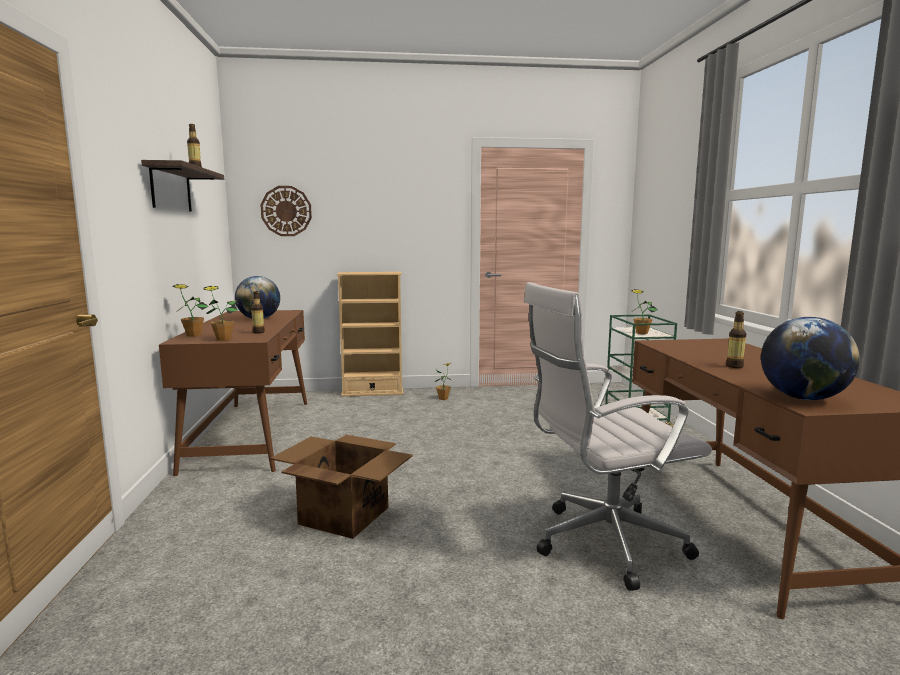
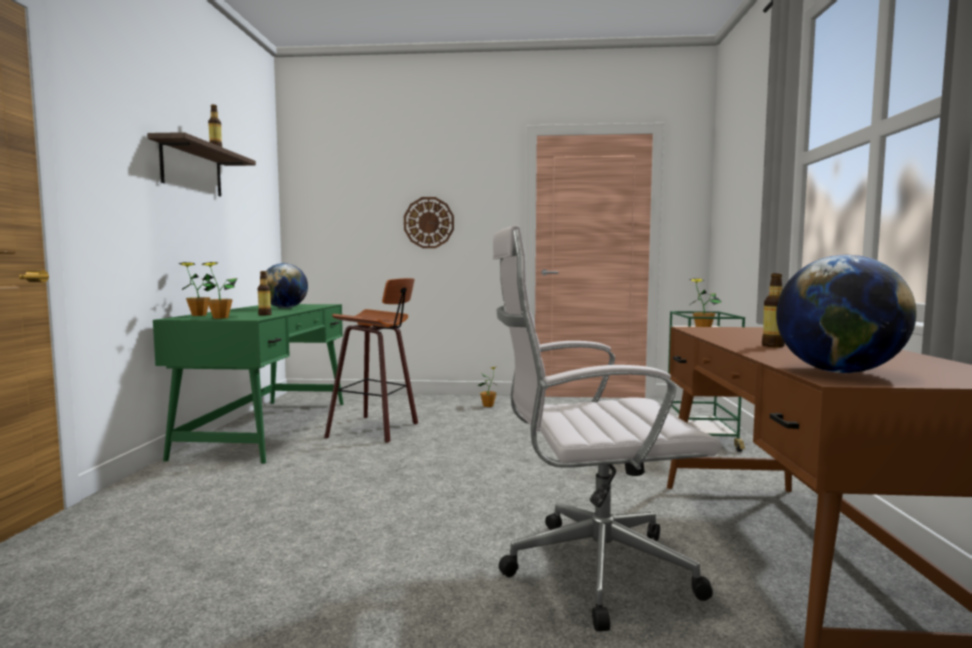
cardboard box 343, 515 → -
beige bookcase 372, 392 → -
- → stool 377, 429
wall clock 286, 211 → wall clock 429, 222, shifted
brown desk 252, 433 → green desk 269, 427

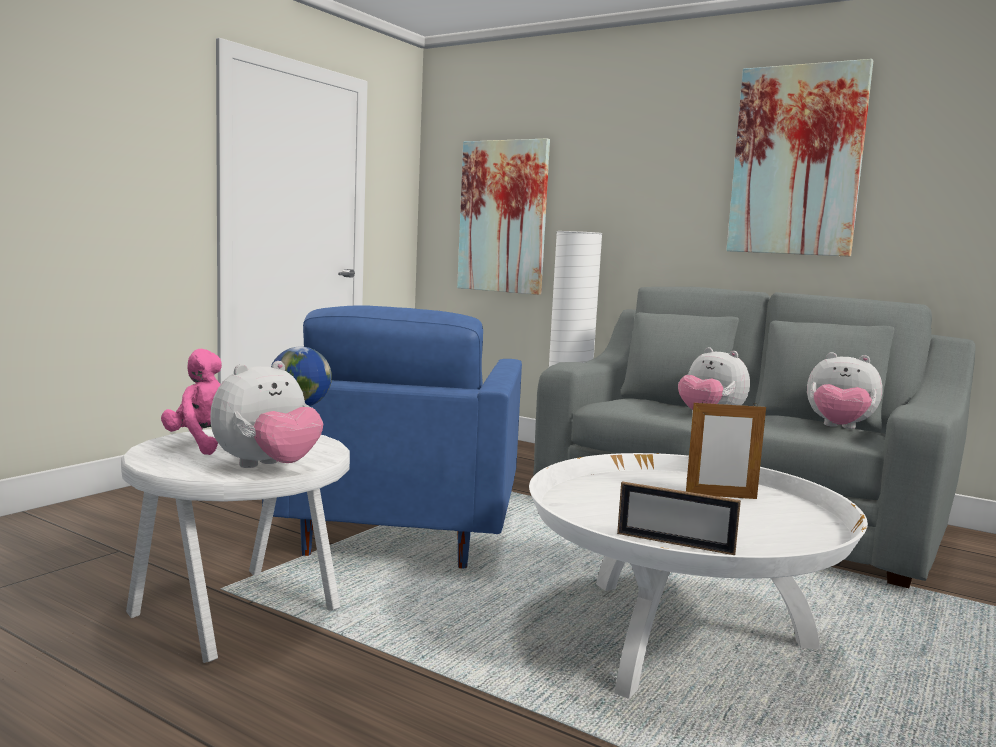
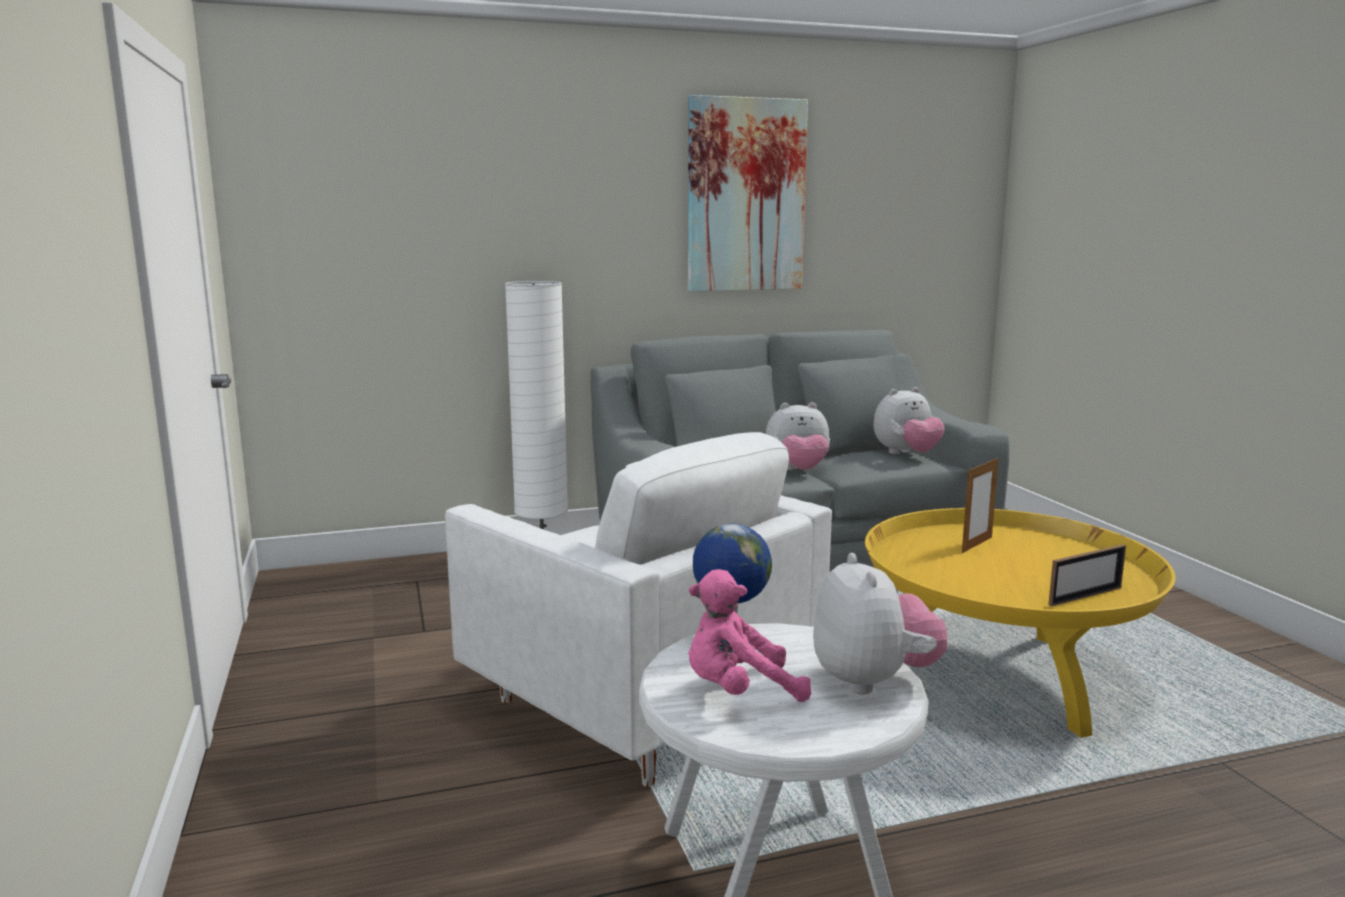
picture 503, 217 → -
blue armchair 402, 529 → white armchair 637, 704
white coffee table 678, 638 → yellow coffee table 1001, 676

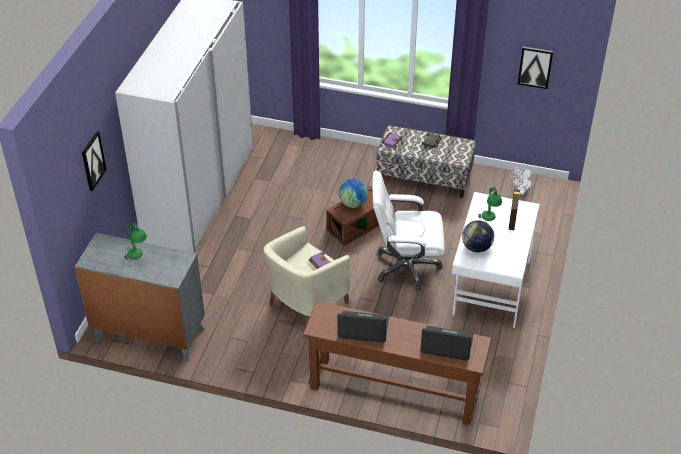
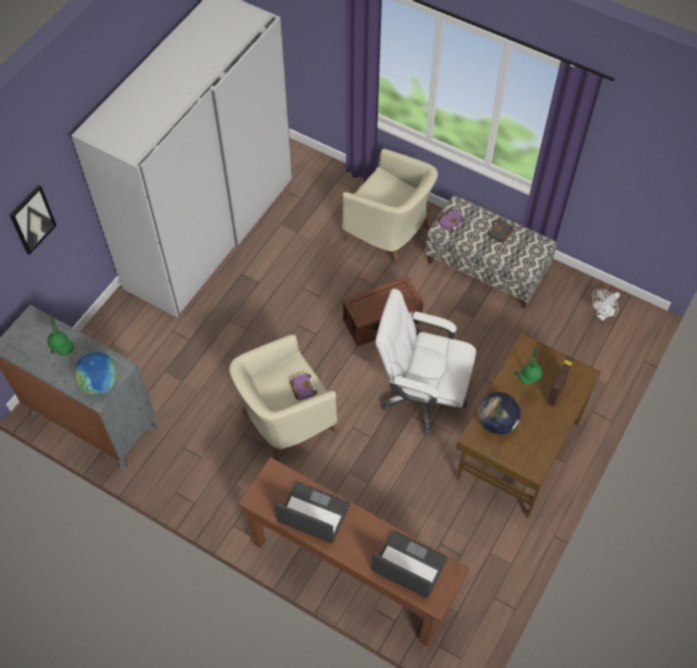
picture 535, 67 → -
- → beige armchair 389, 233
globe 353, 204 → globe 100, 383, shifted
white desk 490, 287 → brown desk 517, 450

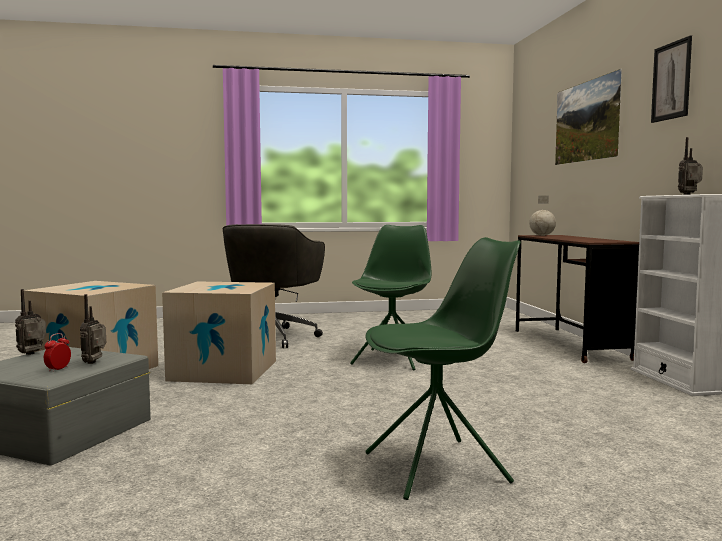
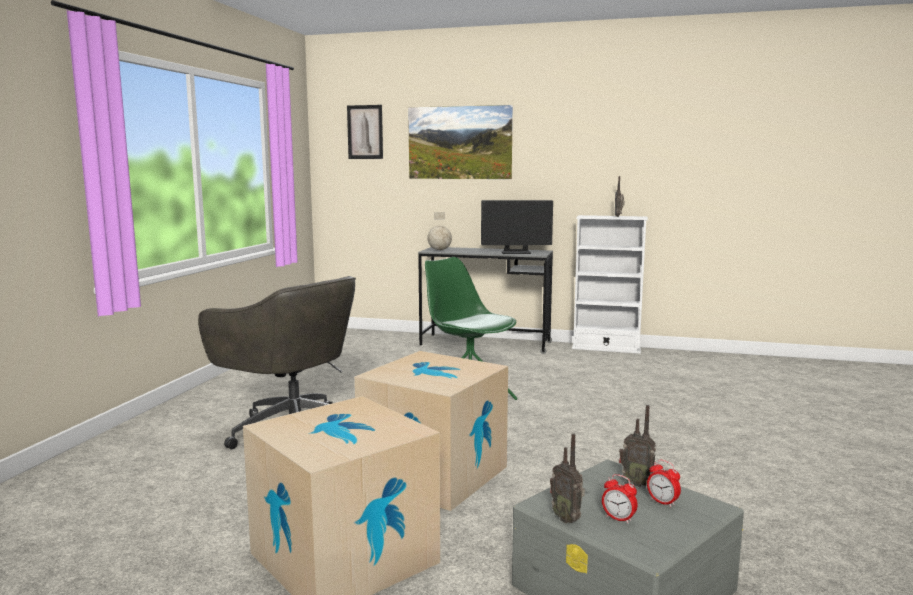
green chair 438, 467 → -
- → monitor 516, 252
- → alarm clock 618, 518
picture 671, 81 → picture 365, 132, shifted
brown desk 569, 344 → grey desk 485, 344

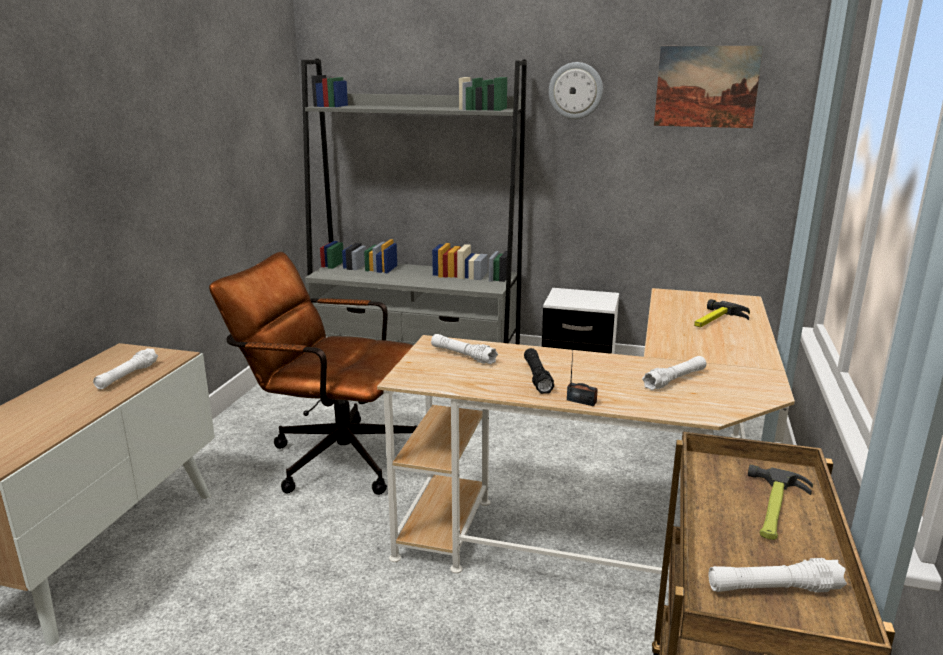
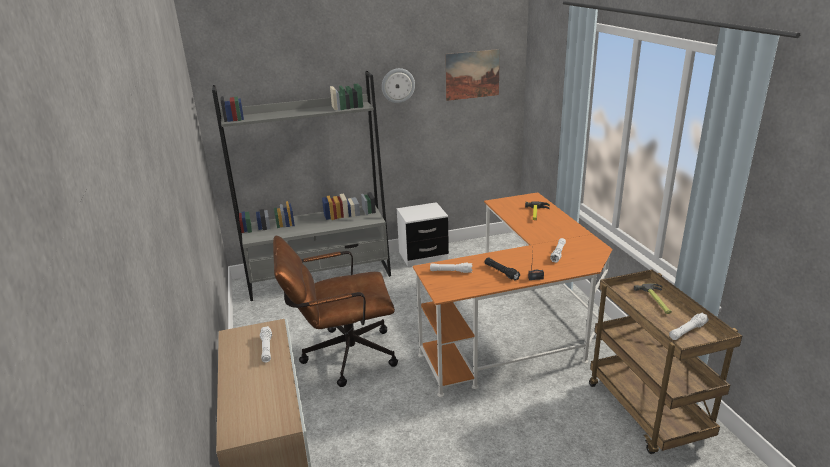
beige desk 620, 514 → orange desk 520, 329

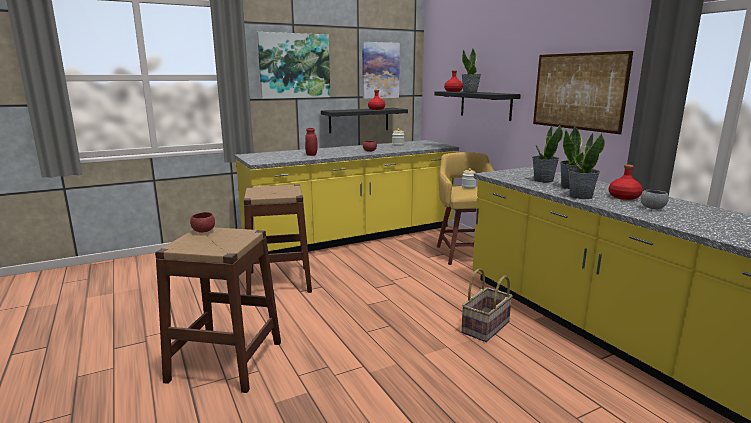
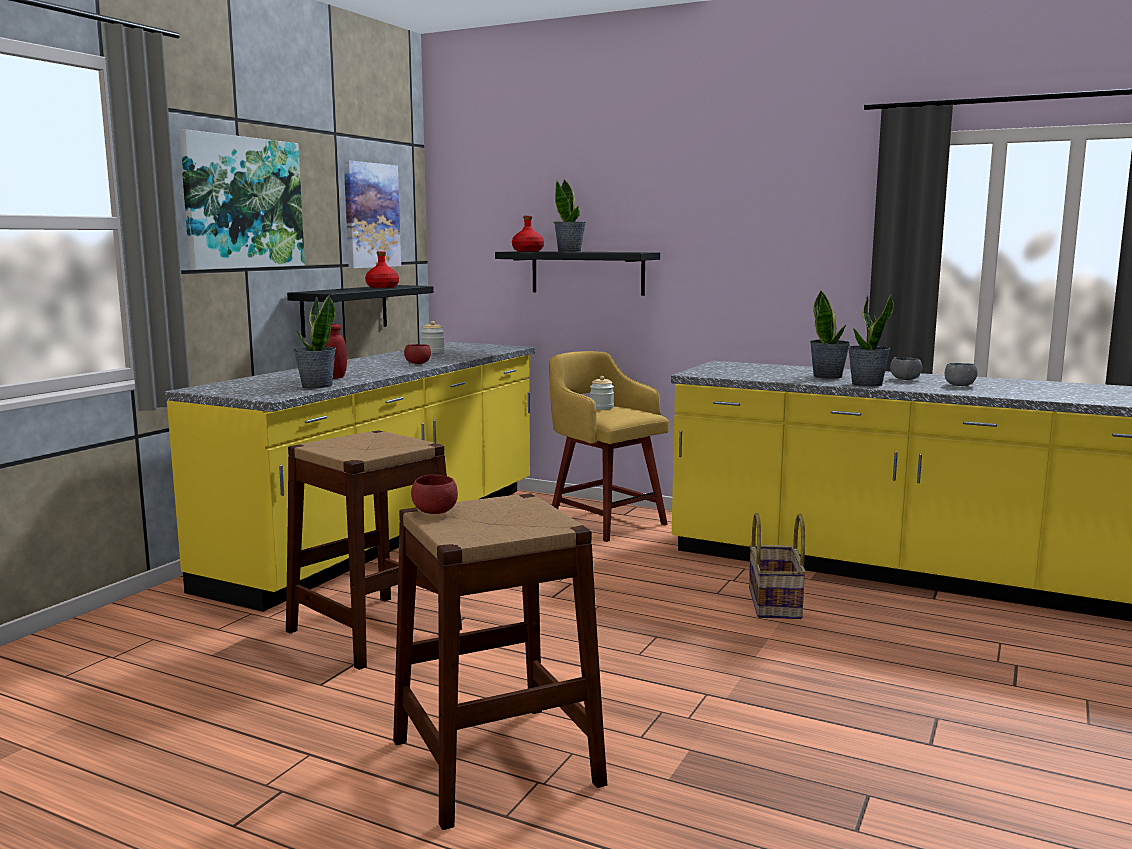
picture 578, 91 → -
potted plant 543, 180 → potted plant 316, 386, shifted
red bottle 623, 197 → grey bowl 905, 379

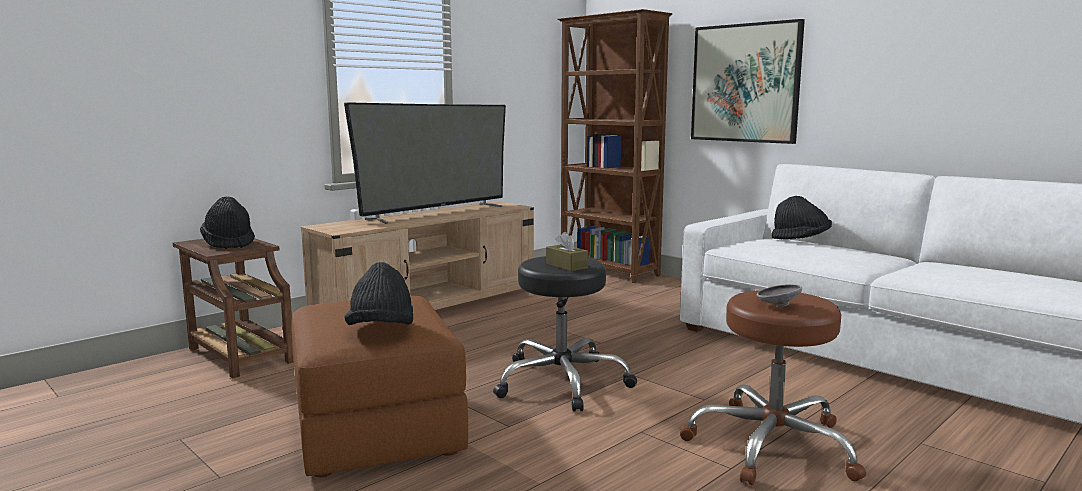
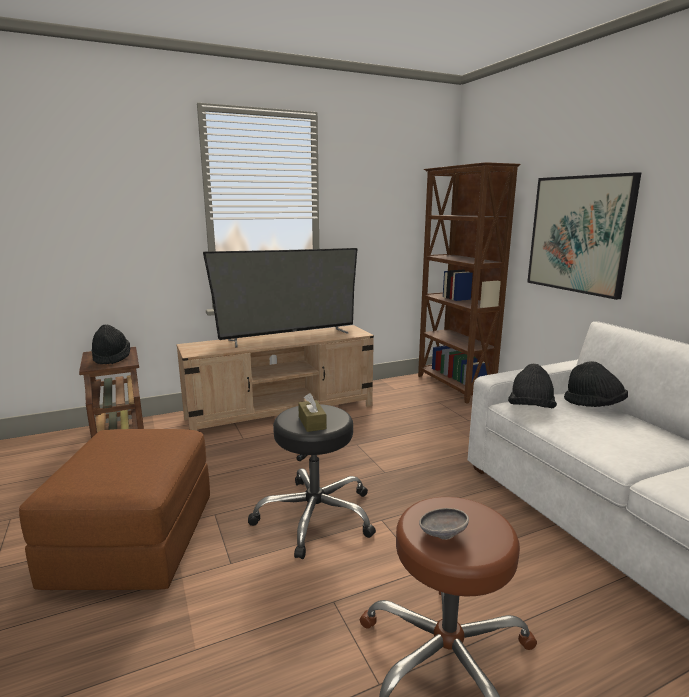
black hat 381, 331 → black hat 530, 409, shifted

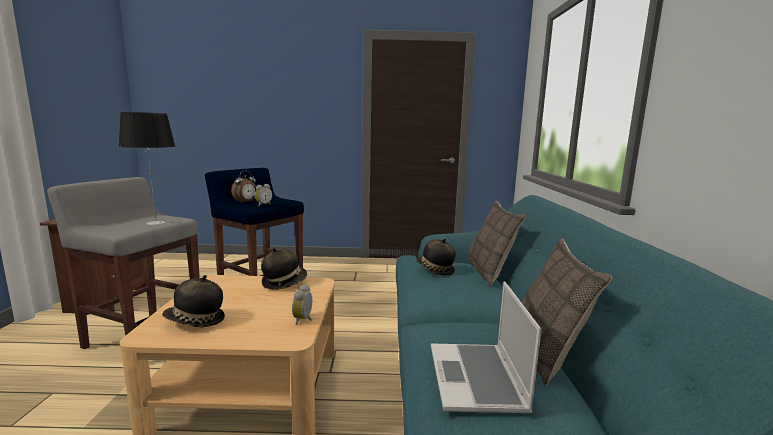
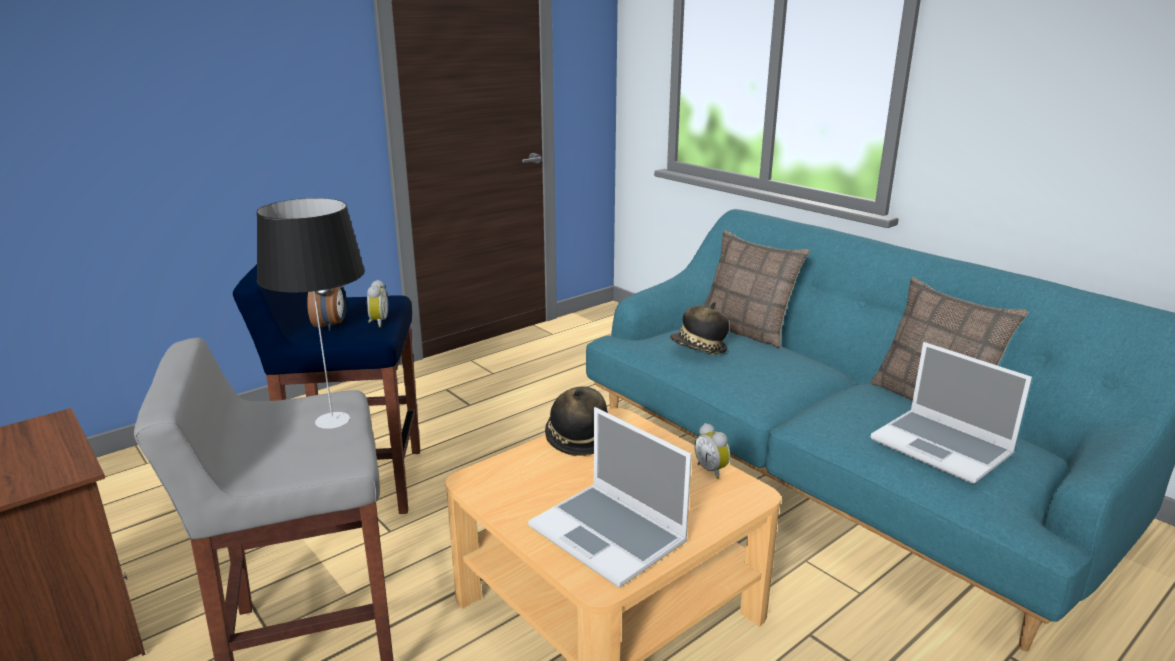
hat 195, 321 → laptop 610, 535

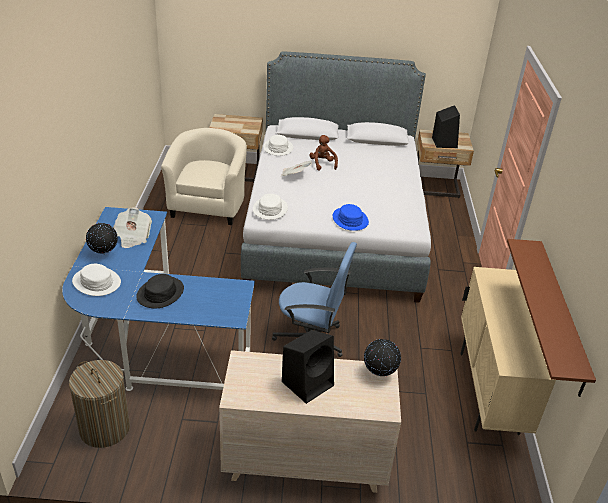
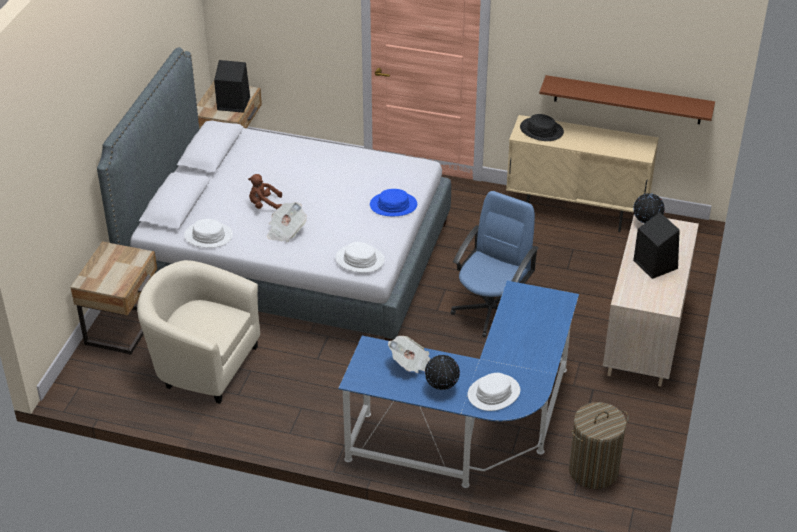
black hat 160, 293 → black hat 541, 130, shifted

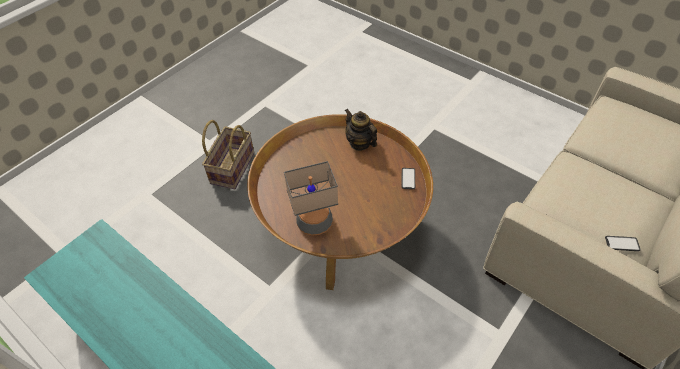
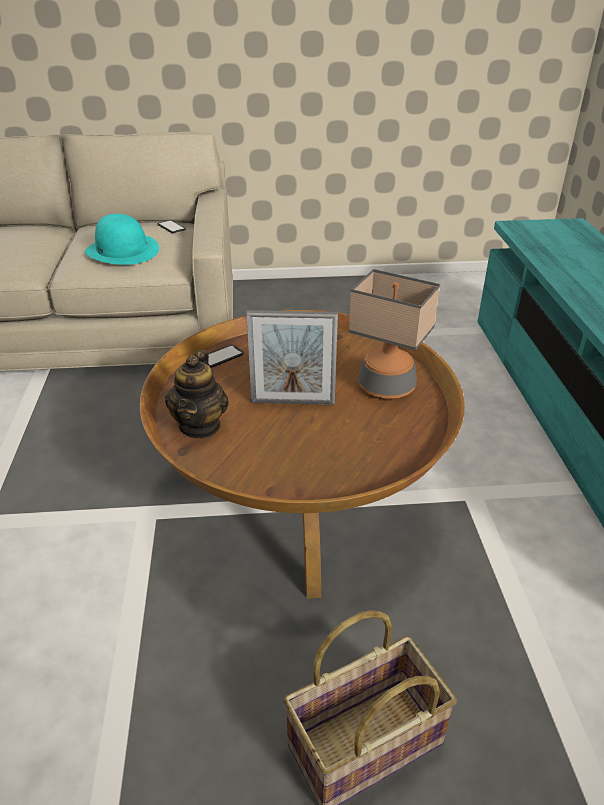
- → turquoise hat 122, 250
- → picture frame 293, 402

